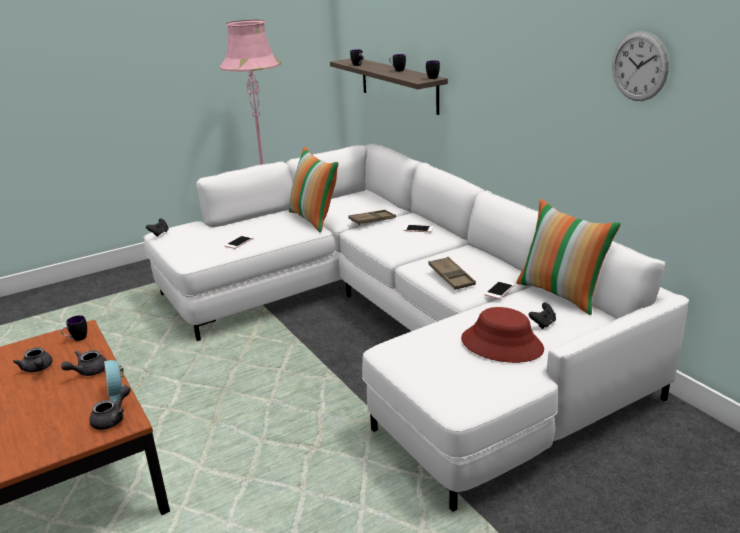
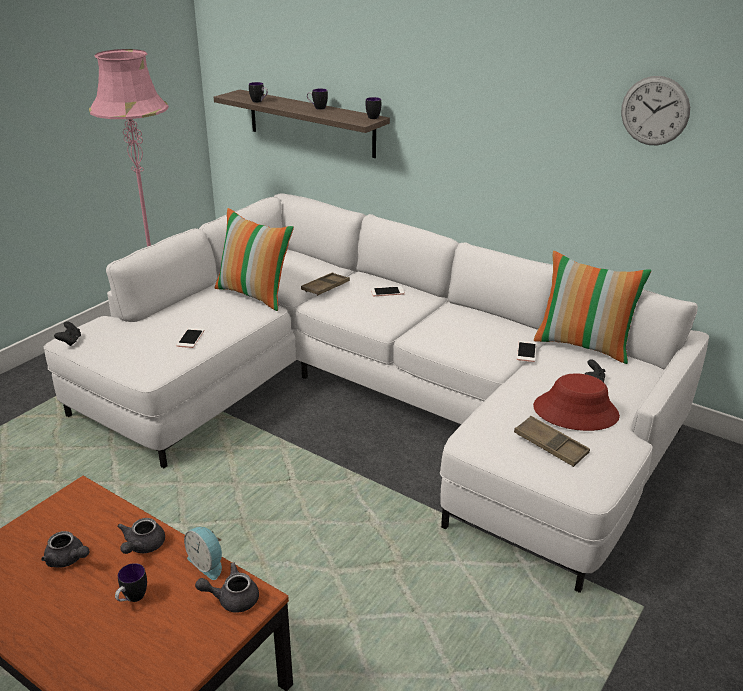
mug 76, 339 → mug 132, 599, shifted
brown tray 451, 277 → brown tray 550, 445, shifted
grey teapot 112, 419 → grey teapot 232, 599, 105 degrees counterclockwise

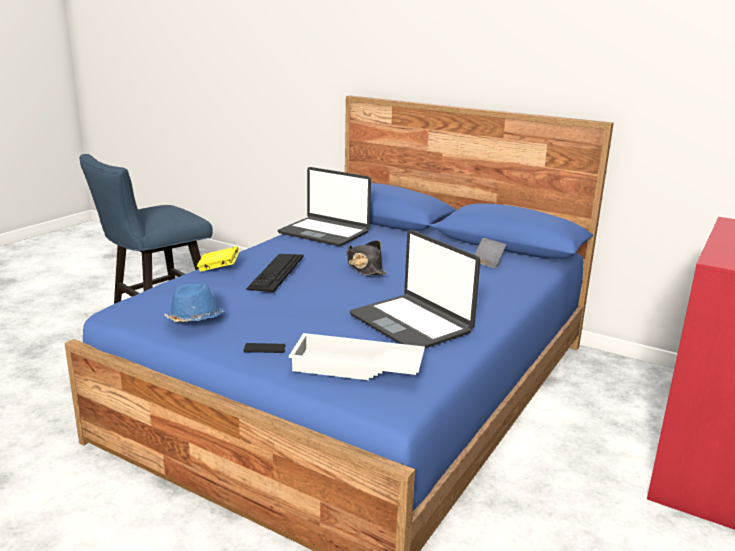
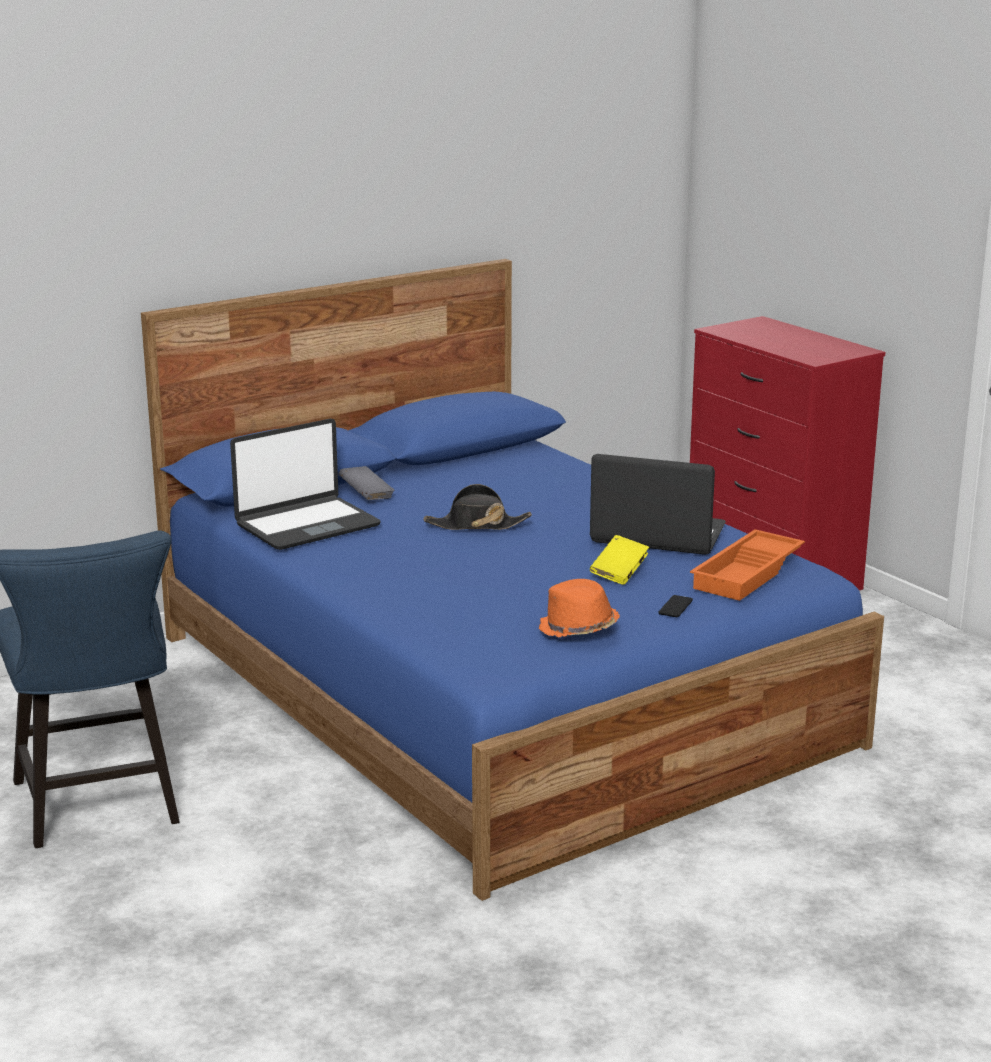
keyboard 276, 272 → -
yellow book 219, 268 → yellow book 619, 573, shifted
grey book 488, 262 → grey book 366, 496, shifted
blue hat 195, 320 → orange hat 578, 629
white tray 355, 367 → orange tray 748, 574
laptop 411, 323 → laptop 657, 535, 150 degrees counterclockwise

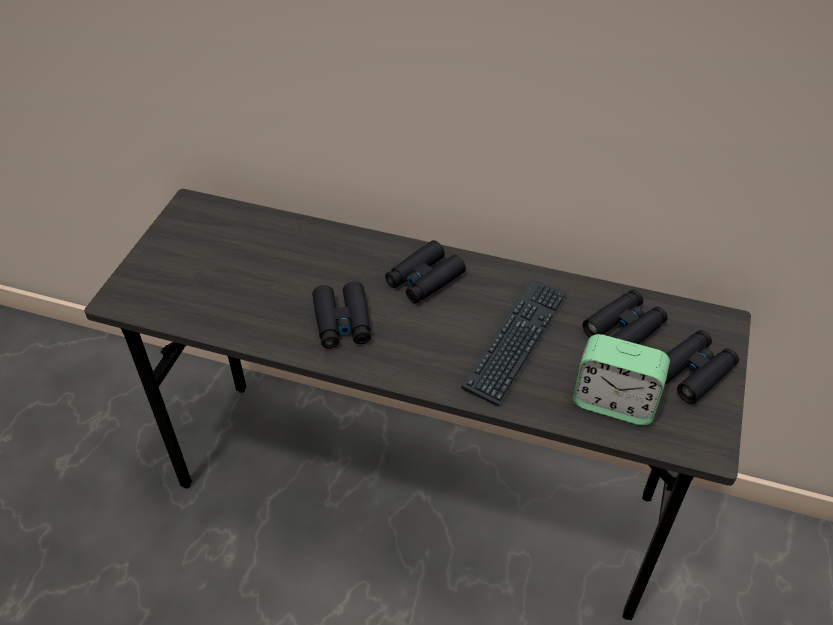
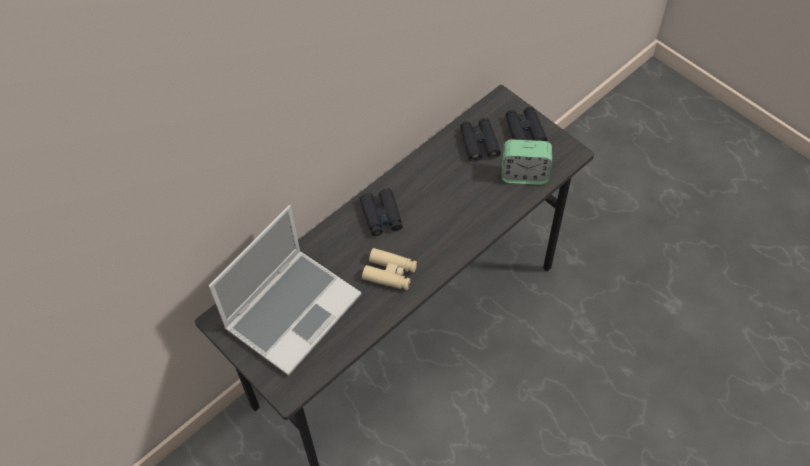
keyboard 516, 341 → -
- → laptop 293, 310
black binoculars 342, 322 → beige binoculars 390, 273
alarm clock 614, 402 → alarm clock 524, 175, 45 degrees clockwise

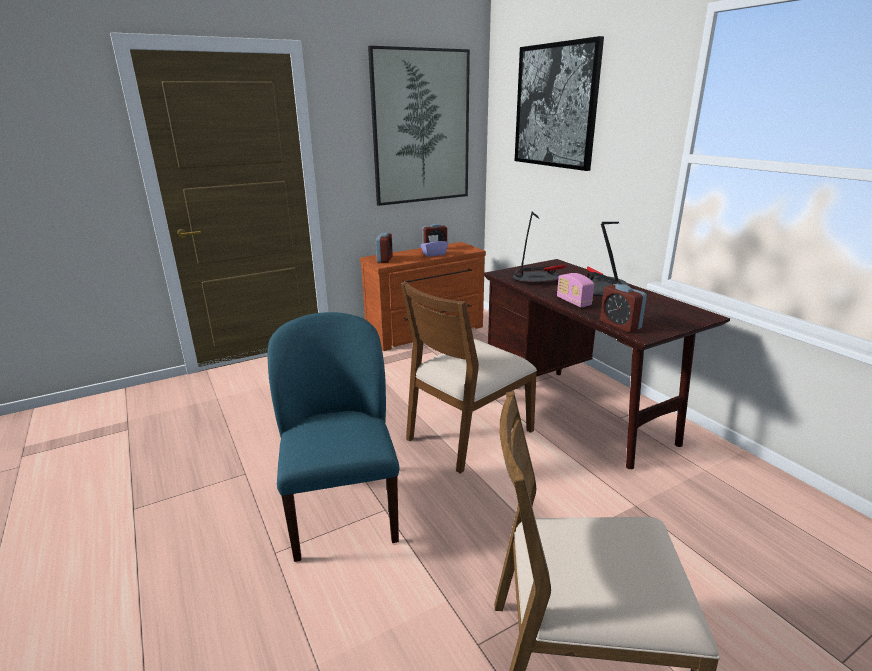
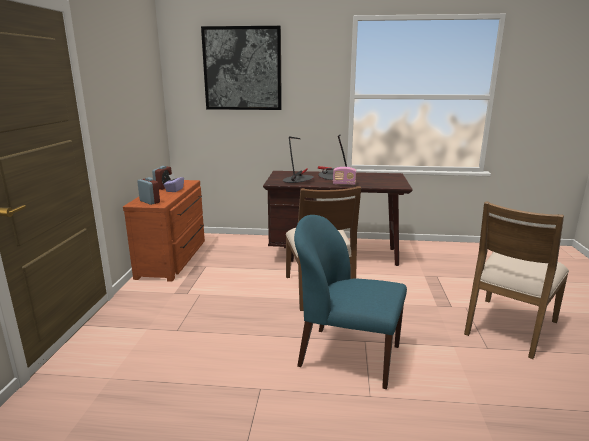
picture 421, 128 → -
alarm clock 620, 325 → -

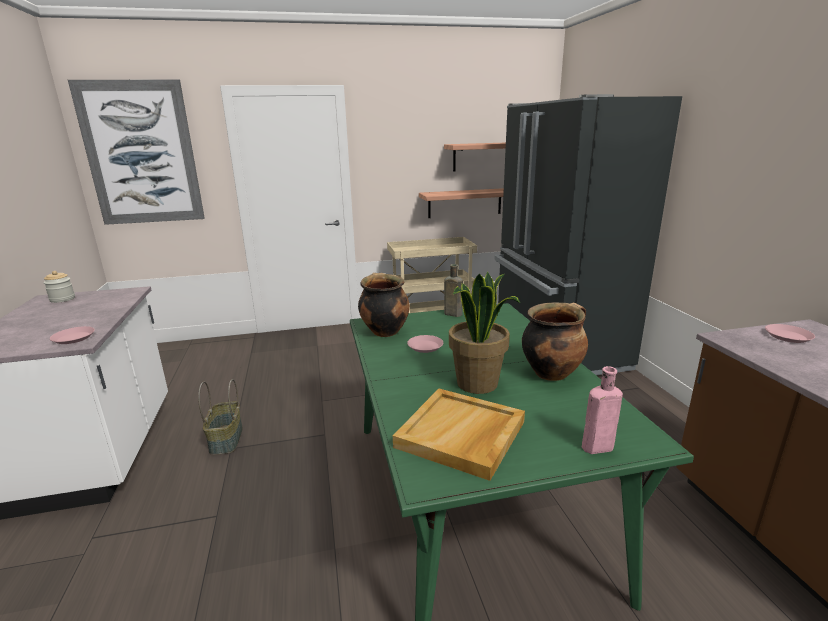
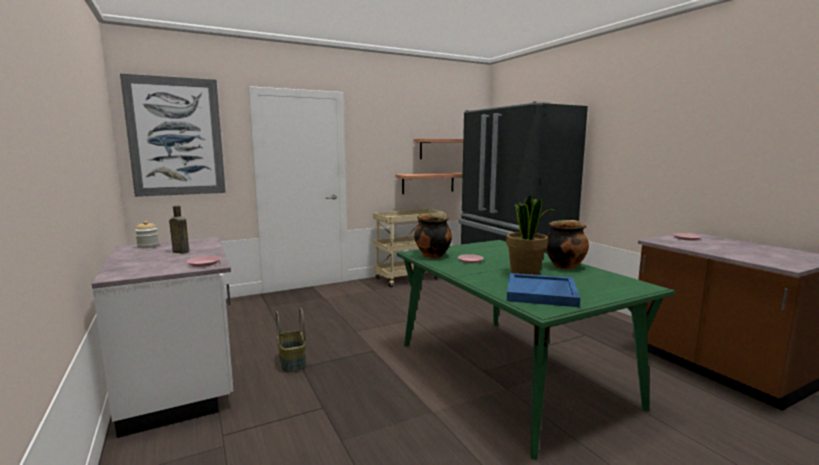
pink bottle 595, 448 → -
brown bottle 452, 314 → brown bottle 180, 252, shifted
beige tray 461, 435 → blue tray 541, 293

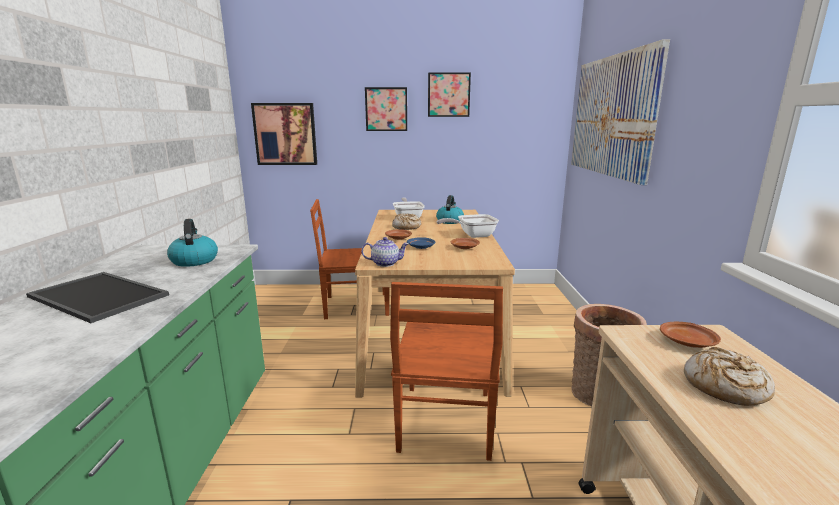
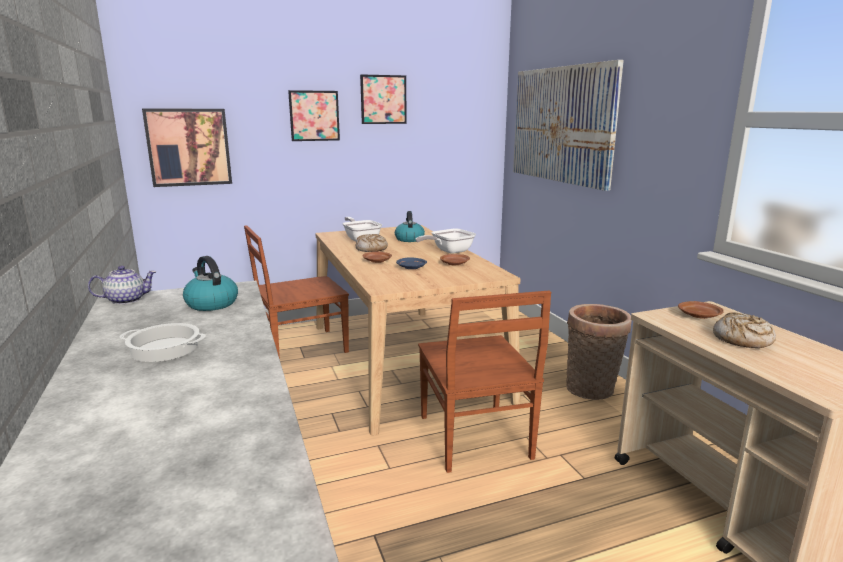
teapot 385, 263 → teapot 127, 300, shifted
tray 101, 295 → cooking pot 165, 348

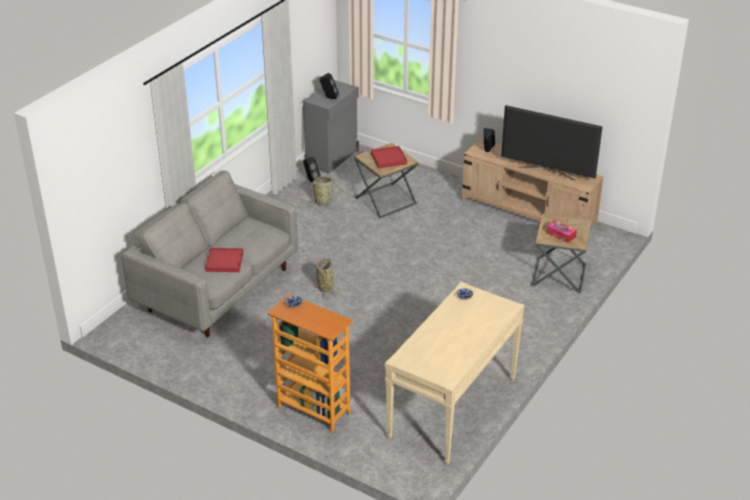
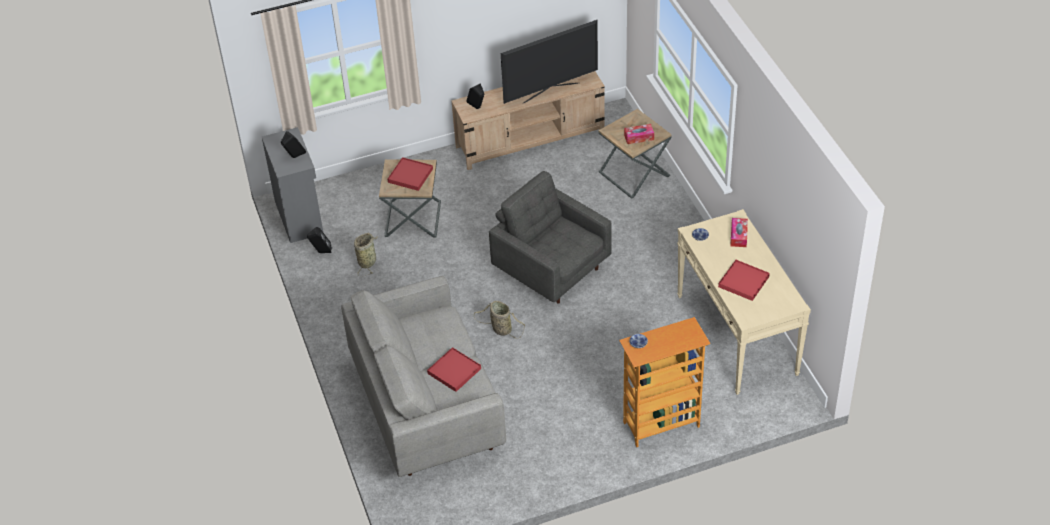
- → grey armchair 551, 269
- → red tray 743, 282
- → tissue box 738, 236

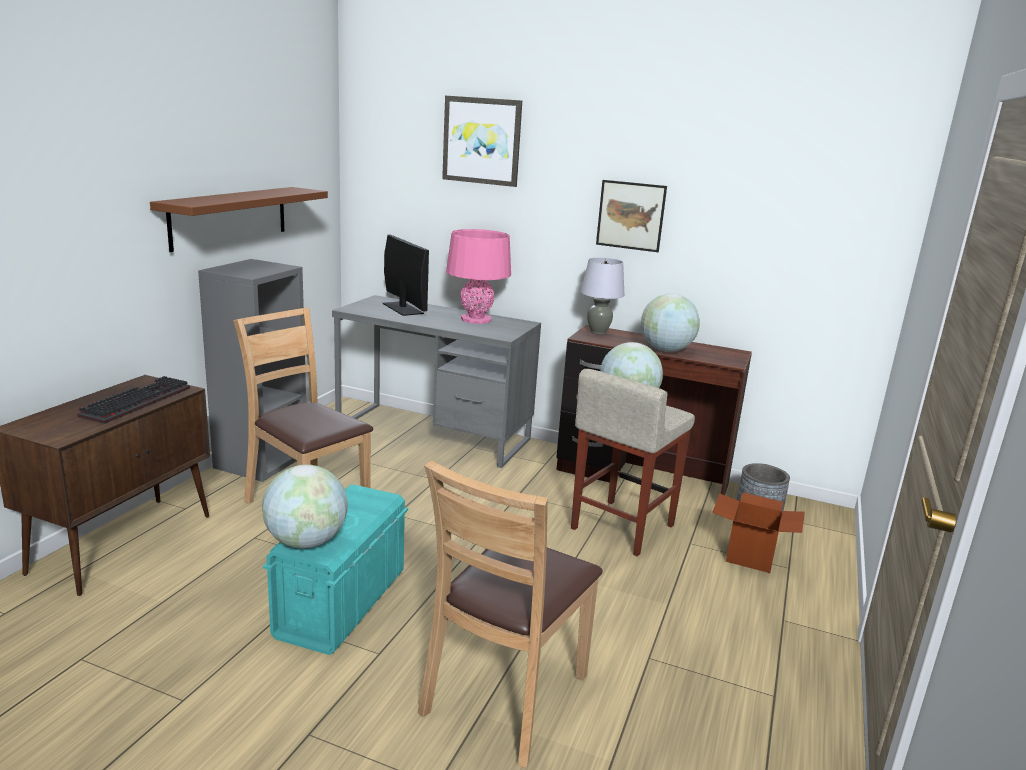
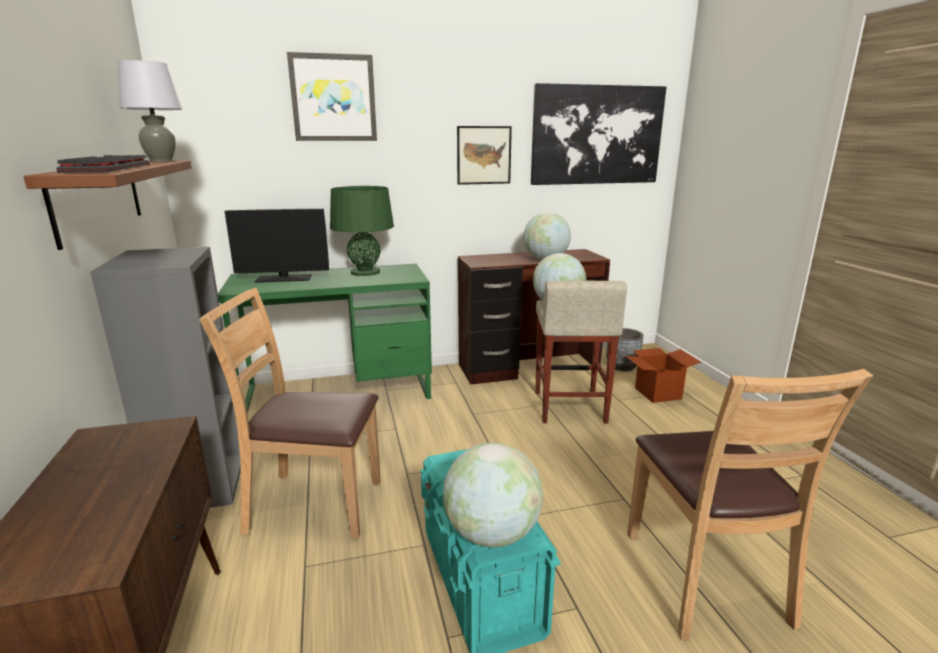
- → picture 597, 135
keyboard 137, 401 → keyboard 107, 168, shifted
grey table lamp 598, 332 → grey table lamp 161, 161, shifted
grey desk 433, 434 → green desk 339, 392
pink table lamp 476, 319 → green table lamp 365, 272
monitor 402, 308 → monitor 284, 278, 150 degrees clockwise

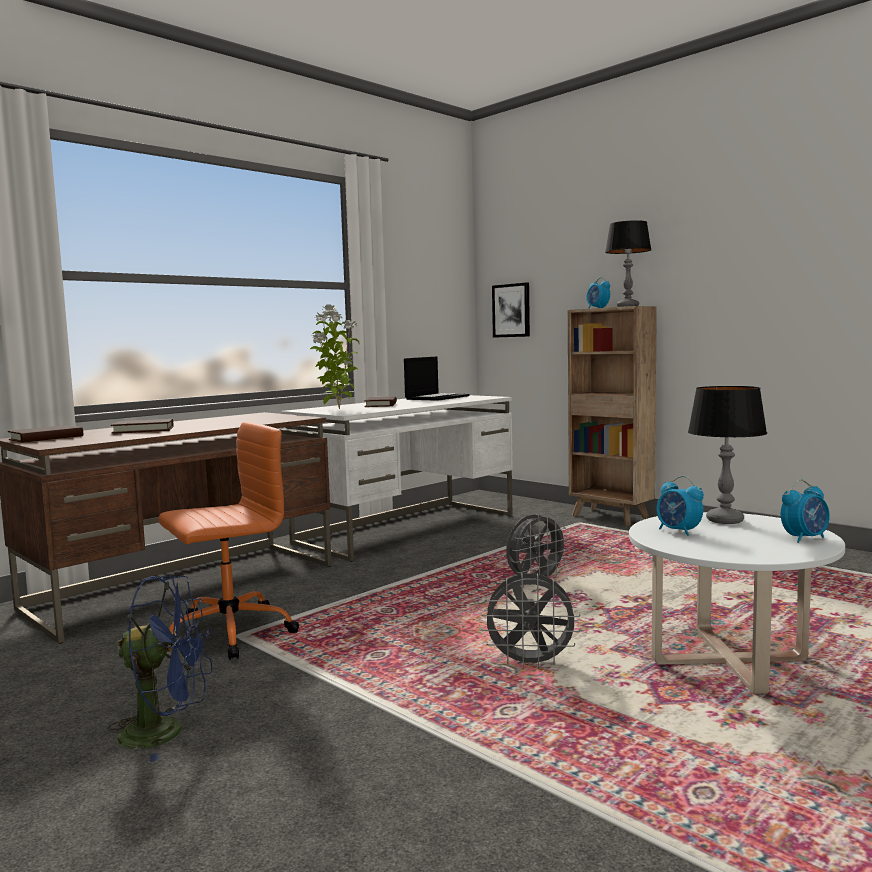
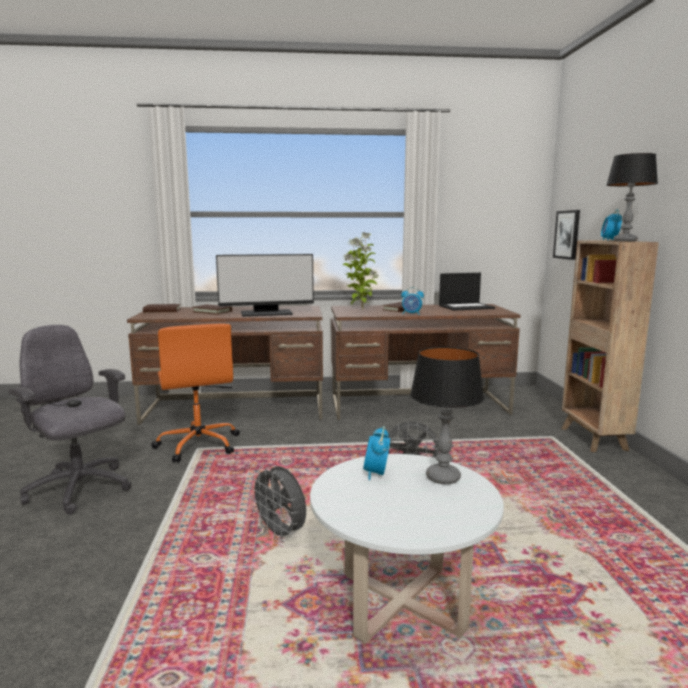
- → monitor 266, 313
alarm clock 805, 538 → alarm clock 411, 314, shifted
blue fan 166, 732 → grey office chair 80, 490
white desk 408, 529 → brown desk 418, 405
orange office chair 227, 632 → orange office chair 199, 445, 60 degrees clockwise

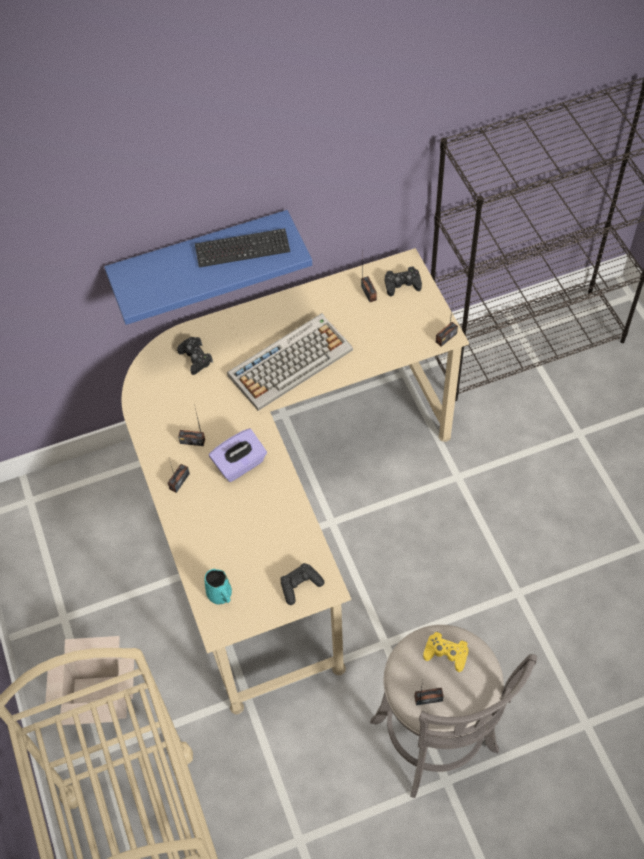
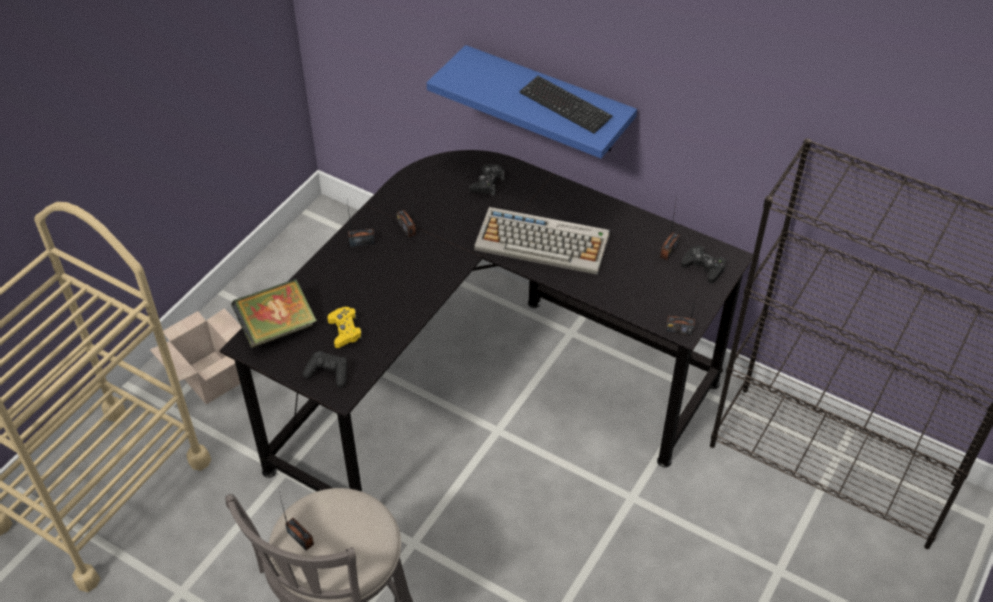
purple tissue box 240, 464 → -
yellow game controller 446, 653 → yellow game controller 345, 331, shifted
turquoise mug 220, 595 → book 277, 328
beige desk 283, 503 → black desk 484, 386

